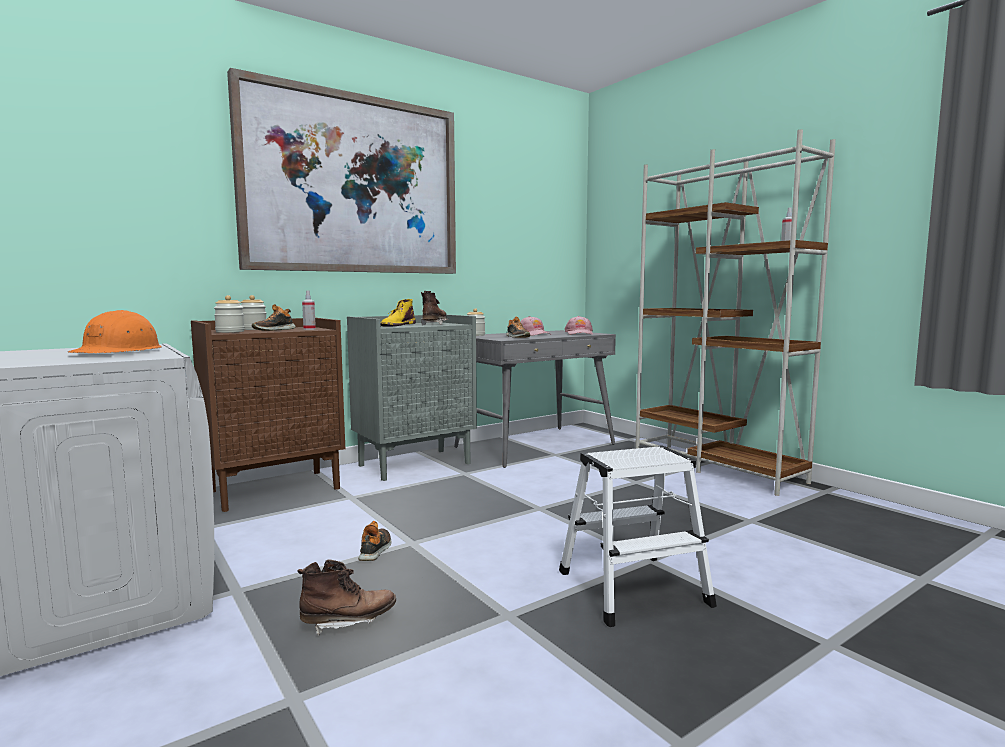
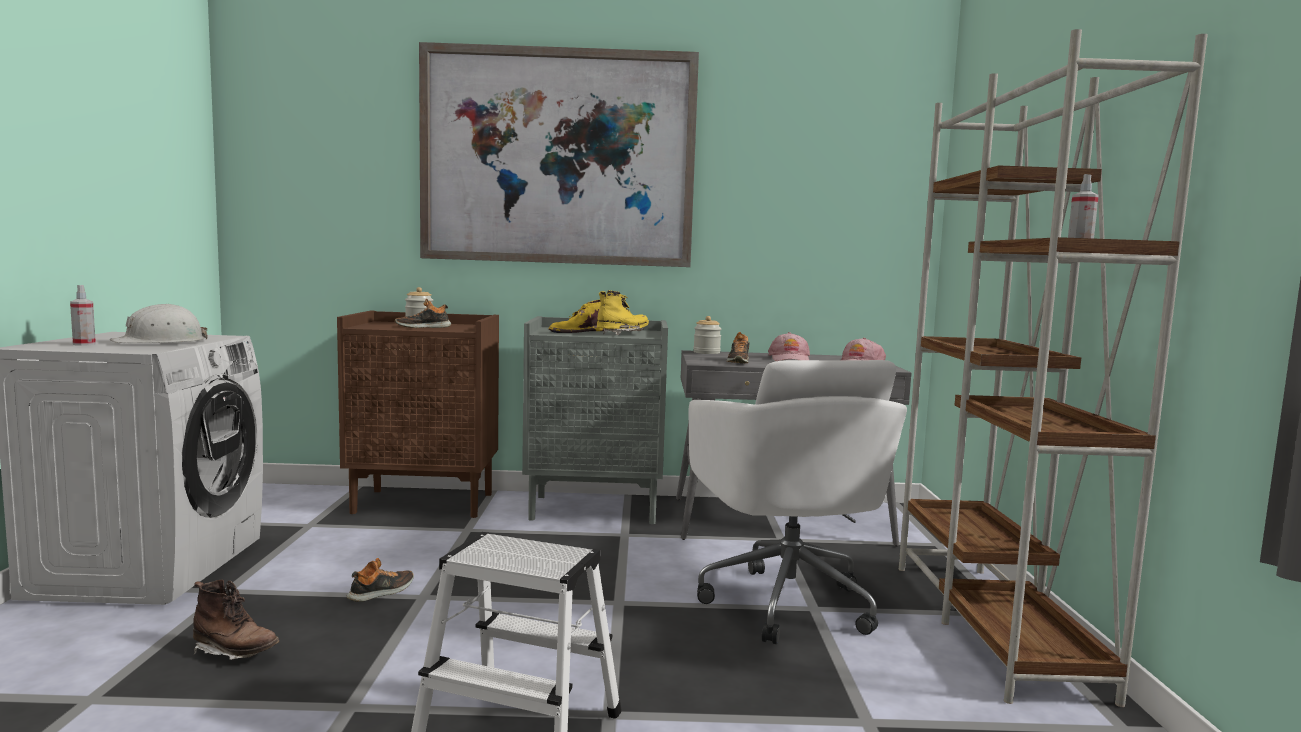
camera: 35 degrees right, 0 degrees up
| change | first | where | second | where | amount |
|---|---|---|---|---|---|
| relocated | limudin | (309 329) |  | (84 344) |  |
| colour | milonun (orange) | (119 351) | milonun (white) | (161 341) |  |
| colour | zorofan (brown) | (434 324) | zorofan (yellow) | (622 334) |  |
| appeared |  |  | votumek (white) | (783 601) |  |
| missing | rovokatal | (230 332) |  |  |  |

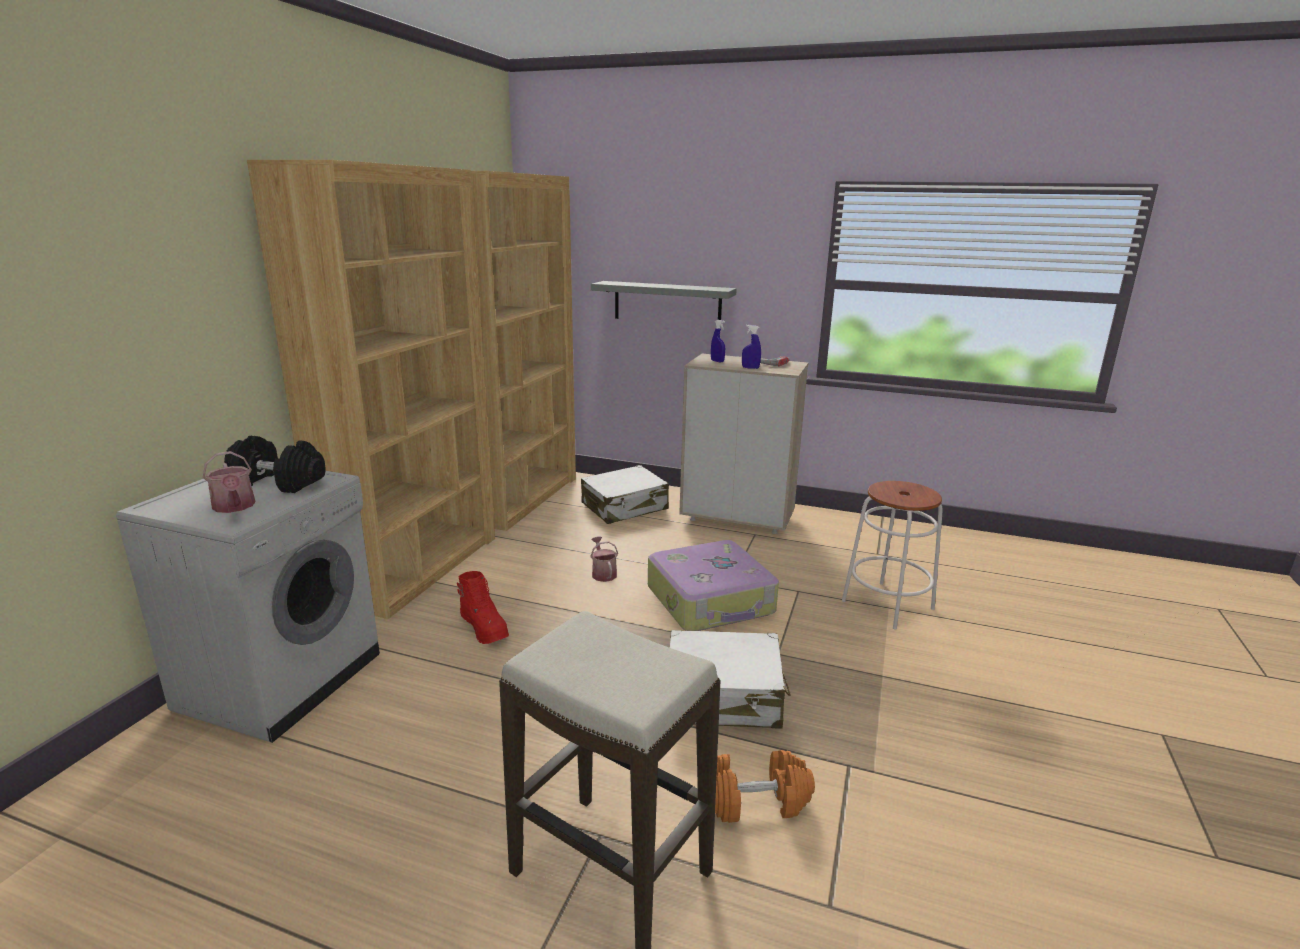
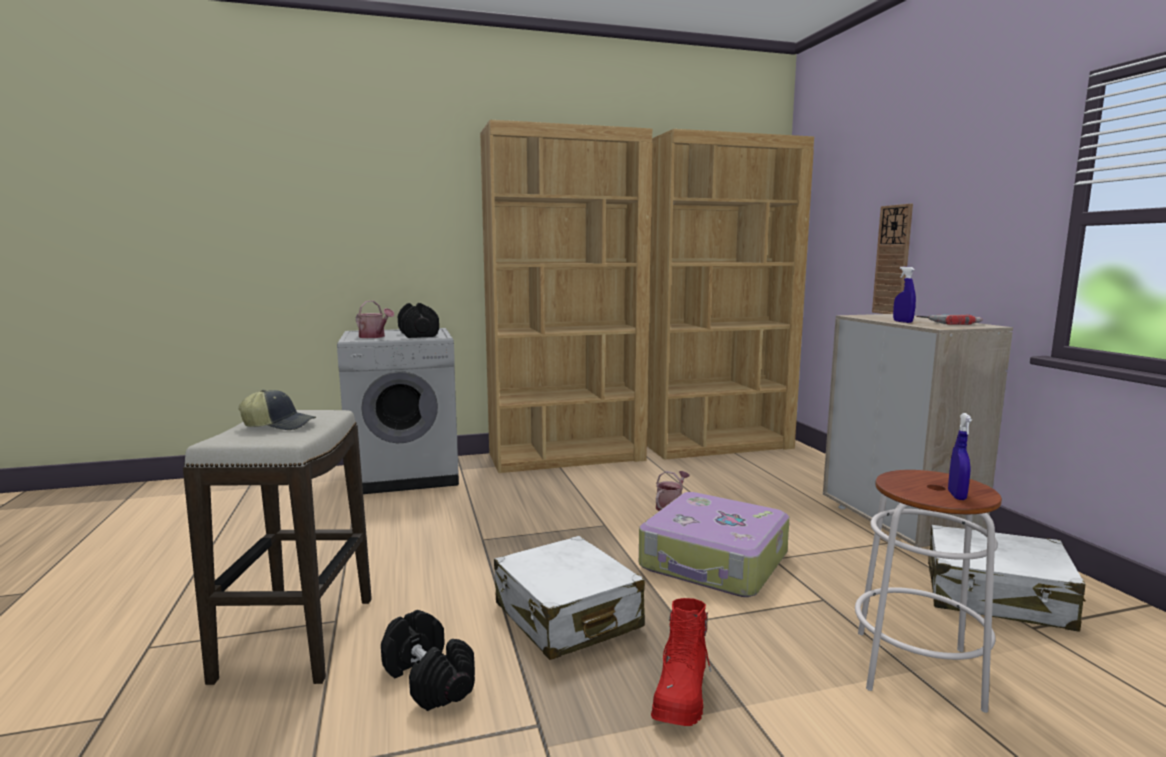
camera: 55 degrees right, 10 degrees down
| change | first | where | second | where | amount |
|---|---|---|---|---|---|
| appeared |  |  | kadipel | (279 425) |  |
| spun | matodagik | (234 507) |  | (374 337) | 75 degrees counterclockwise |
| colour | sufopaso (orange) | (754 801) | sufopaso (black) | (429 680) |  |
| relocated | zorofan (red) | (485 628) |  | (681 694) |  |
| exchanged | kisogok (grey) | (667 303) | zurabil | (893 260) |  |
| relocated | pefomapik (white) | (625 507) |  | (996 597) |  |
| relocated | limudin (blue) | (717 361) |  | (956 496) |  |

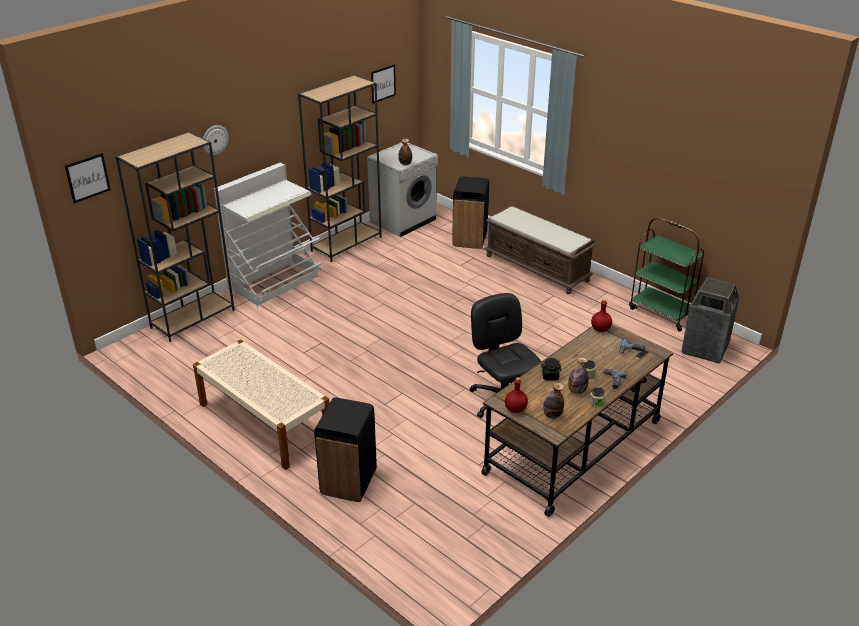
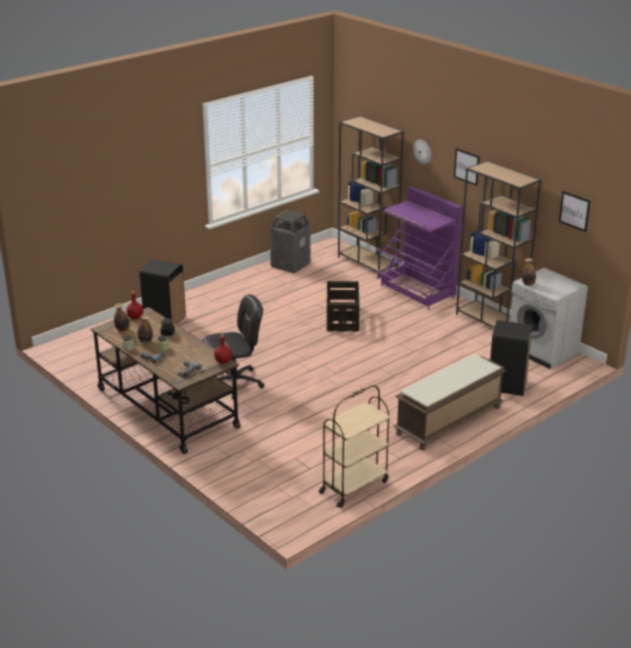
camera: 95 degrees right, 5 degrees down
| change | first | where | second | where | amount |
|---|---|---|---|---|---|
| relocated | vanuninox | (705 348) |  | (290 265) |  |
| colour | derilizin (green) | (661 313) | derilizin (beige) | (355 487) |  |
| appeared |  |  | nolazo | (342 318) |  |
| colour | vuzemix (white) | (277 286) | vuzemix (purple) | (415 292) |  |
| relocated | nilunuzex | (87 178) |  | (466 166) |  |
| missing | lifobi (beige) | (264 422) |  |  |  |

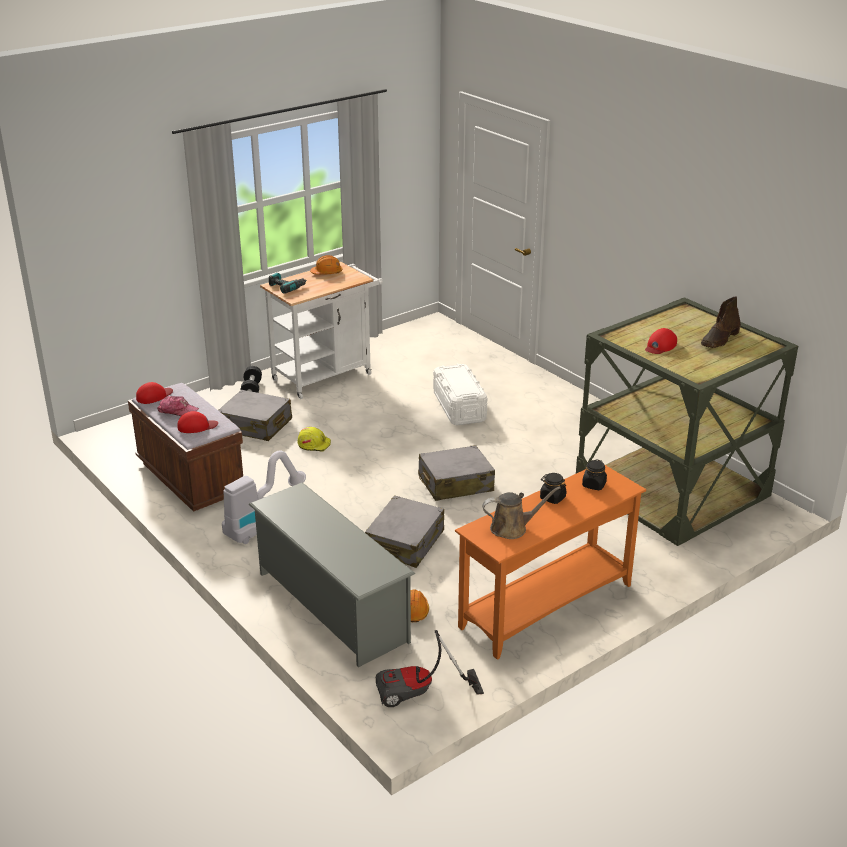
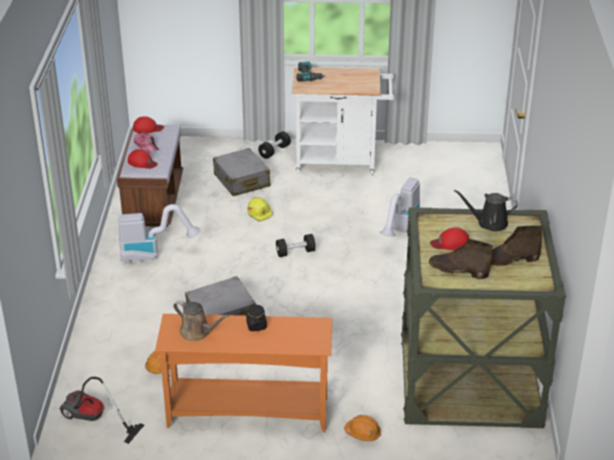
camera: 40 degrees right, 5 degrees up
| change | first | where | second | where | amount |
|---|---|---|---|---|---|
| appeared |  |  | sufopaso (black) | (295 252) |  |
| relocated | milonun (orange) | (327 273) |  | (363 433) |  |
| exchanged | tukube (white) | (459 407) | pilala | (401 231) |  |
| appeared |  |  | zorofan (brown) | (458 270) |  |
| appeared |  |  | matodagik (black) | (489 223) |  |
| missing | vuzemix (grey) | (331 606) |  |  |  |
| missing | pefomapik (grey) | (455 484) |  |  |  |
| missing | rovokatal (black) | (594 485) |  |  |  |

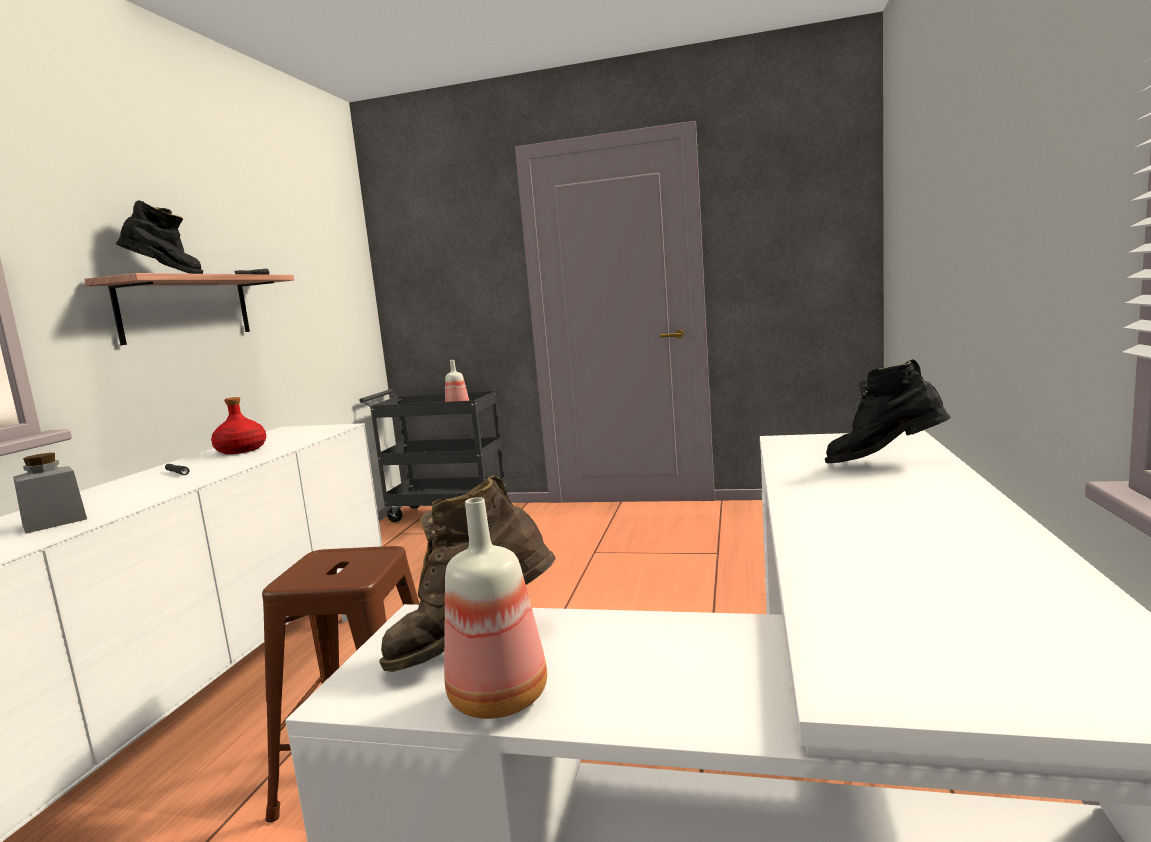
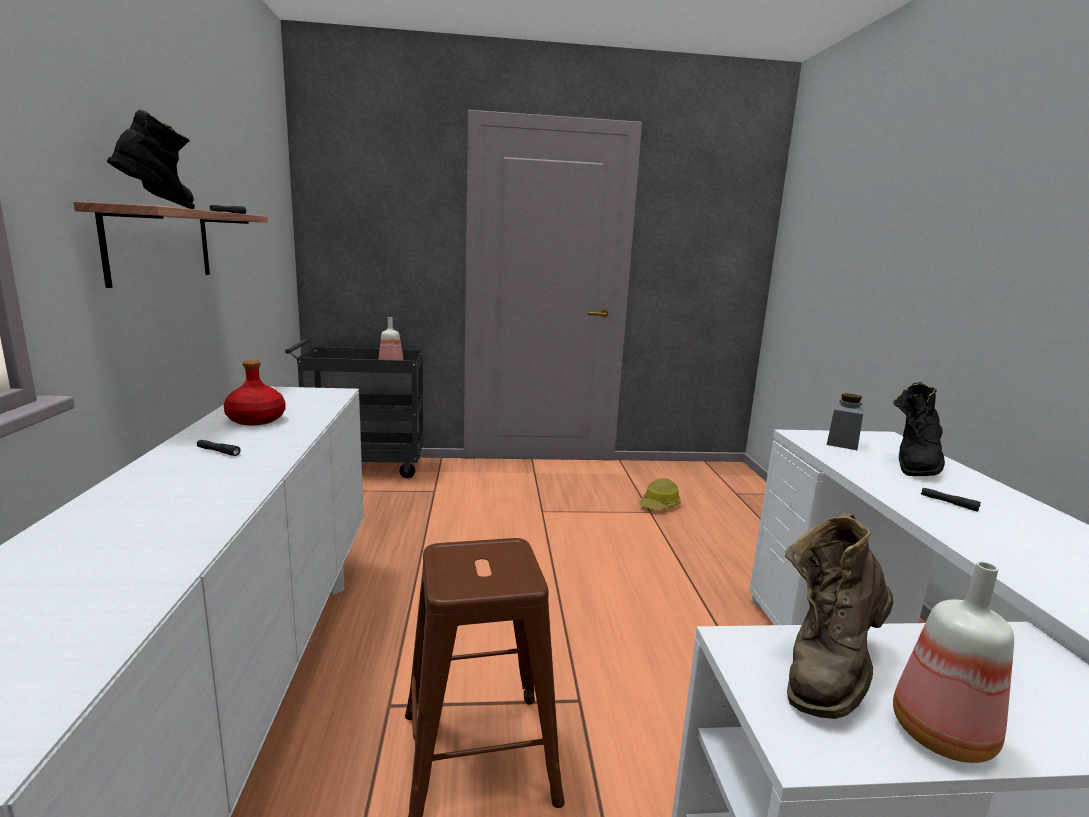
camera: 20 degrees left, 5 degrees up
| change | first | where | second | where | amount |
|---|---|---|---|---|---|
| appeared |  |  | milonun | (659 505) |  |
| relocated | rovokatal (grey) | (55 522) |  | (842 443) |  |
| spun | zorofan (black) | (884 463) |  | (915 465) | 45 degrees counterclockwise |
| appeared |  |  | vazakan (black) | (948 503) |  |

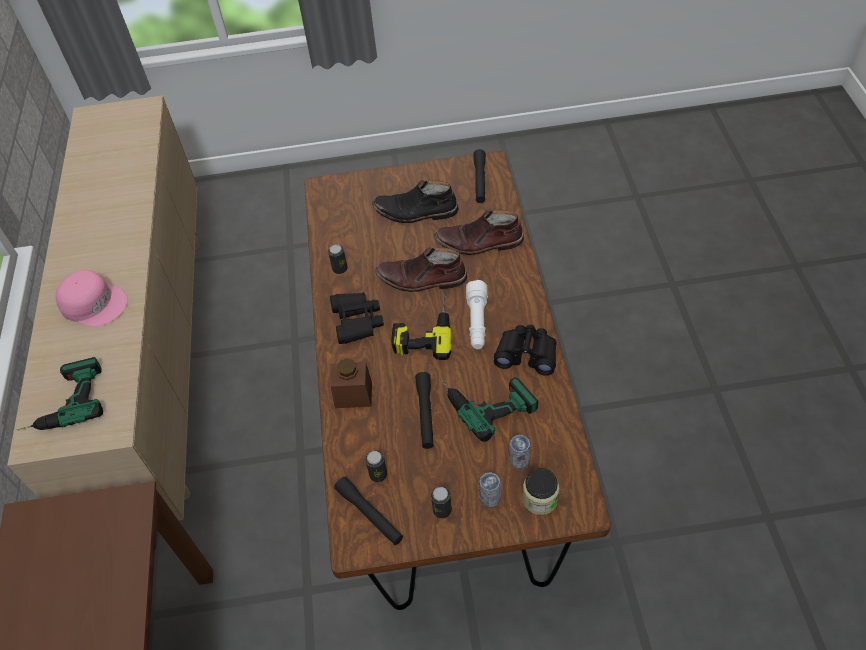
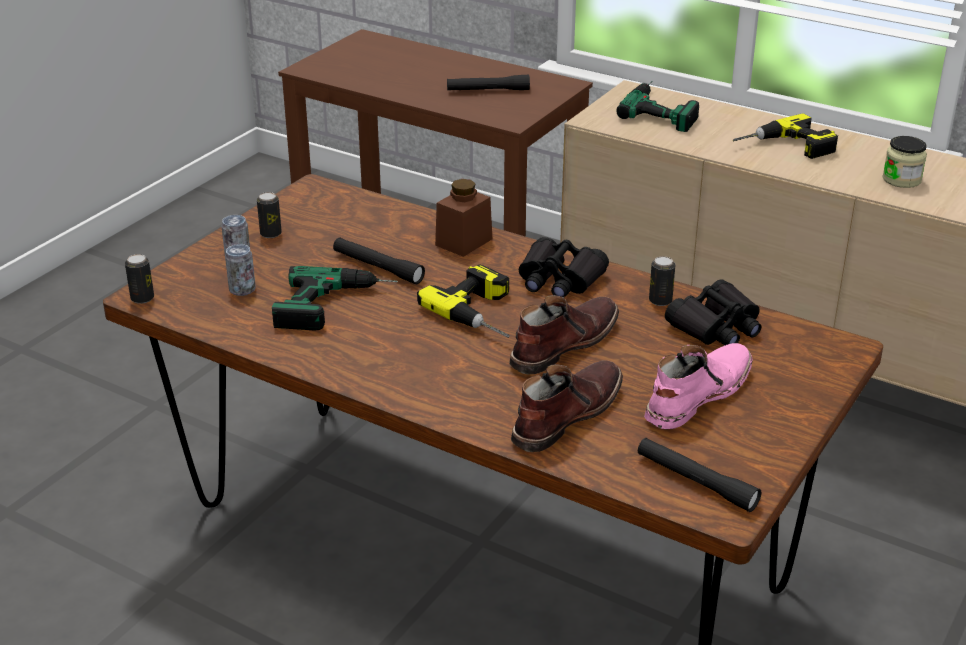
camera: 125 degrees right, 20 degrees down
| change | first | where | second | where | amount |
|---|---|---|---|---|---|
| relocated | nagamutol | (378 474) |  | (142 298) |  |
| relocated | vazakan (black) | (369 514) |  | (488 90) |  |
| colour | zorofan (black) | (415 212) | zorofan (pink) | (696 395) |  |
| relocated | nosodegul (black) | (527 354) |  | (716 327) |  |
| exchanged | kadipel (pink) | (94 303) | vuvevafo | (785 147) |  |
| relocated | rovokatal | (540 499) |  | (901 179) |  |
| missing | vazakan (white) | (477 322) |  |  |  |

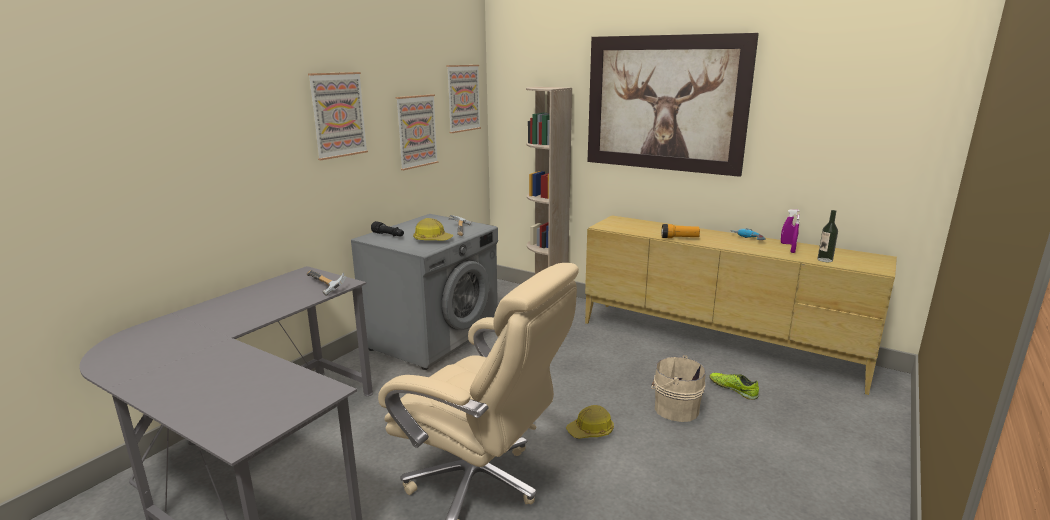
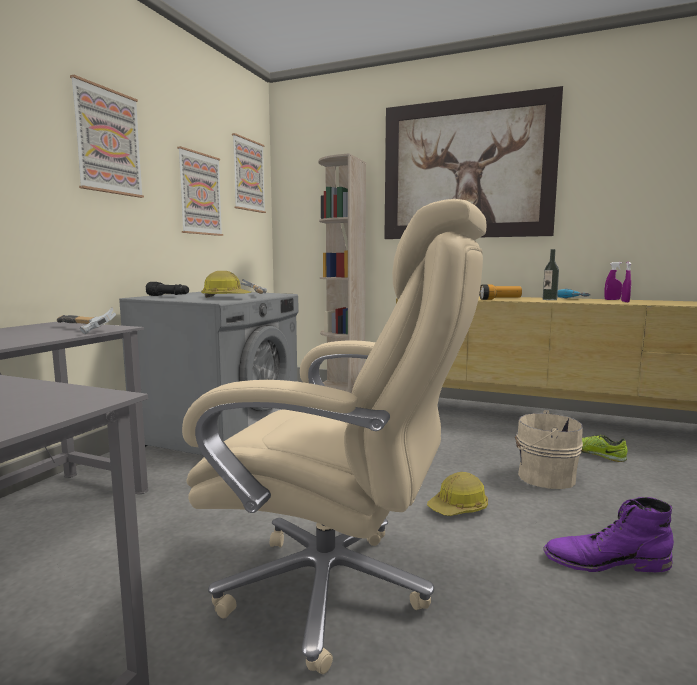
camera: 10 degrees left, 10 degrees down
| change | first | where | second | where | amount |
|---|---|---|---|---|---|
| relocated | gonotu | (825 260) |  | (549 299) |  |
| appeared |  |  | zorofan (purple) | (605 561) |  |

